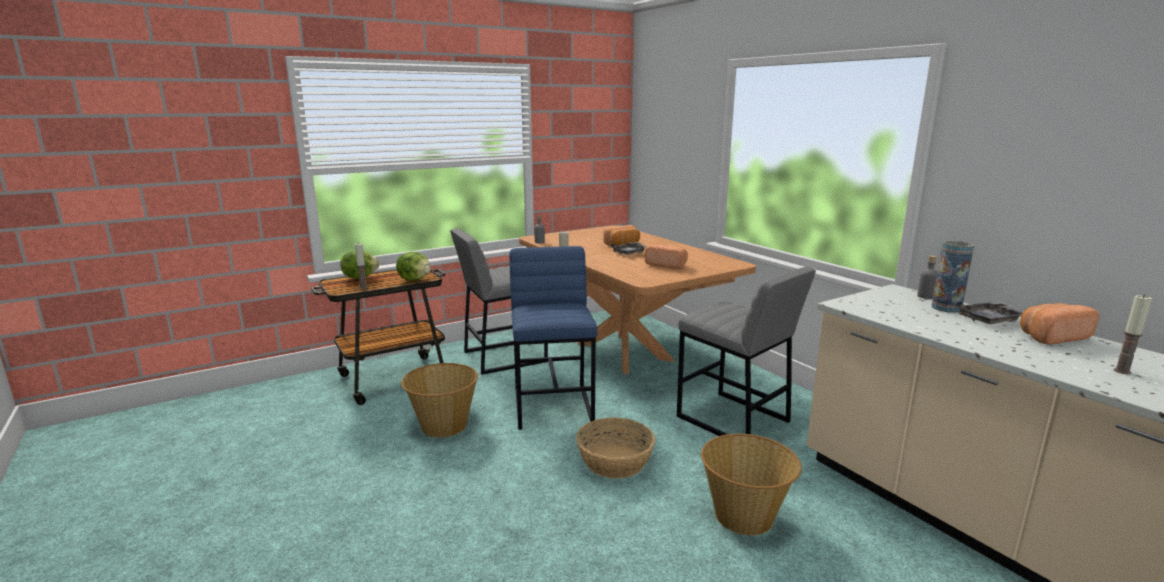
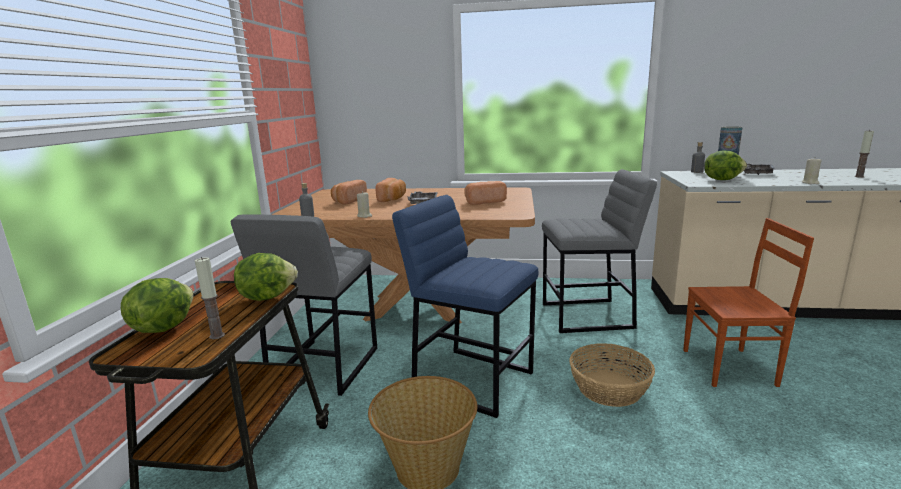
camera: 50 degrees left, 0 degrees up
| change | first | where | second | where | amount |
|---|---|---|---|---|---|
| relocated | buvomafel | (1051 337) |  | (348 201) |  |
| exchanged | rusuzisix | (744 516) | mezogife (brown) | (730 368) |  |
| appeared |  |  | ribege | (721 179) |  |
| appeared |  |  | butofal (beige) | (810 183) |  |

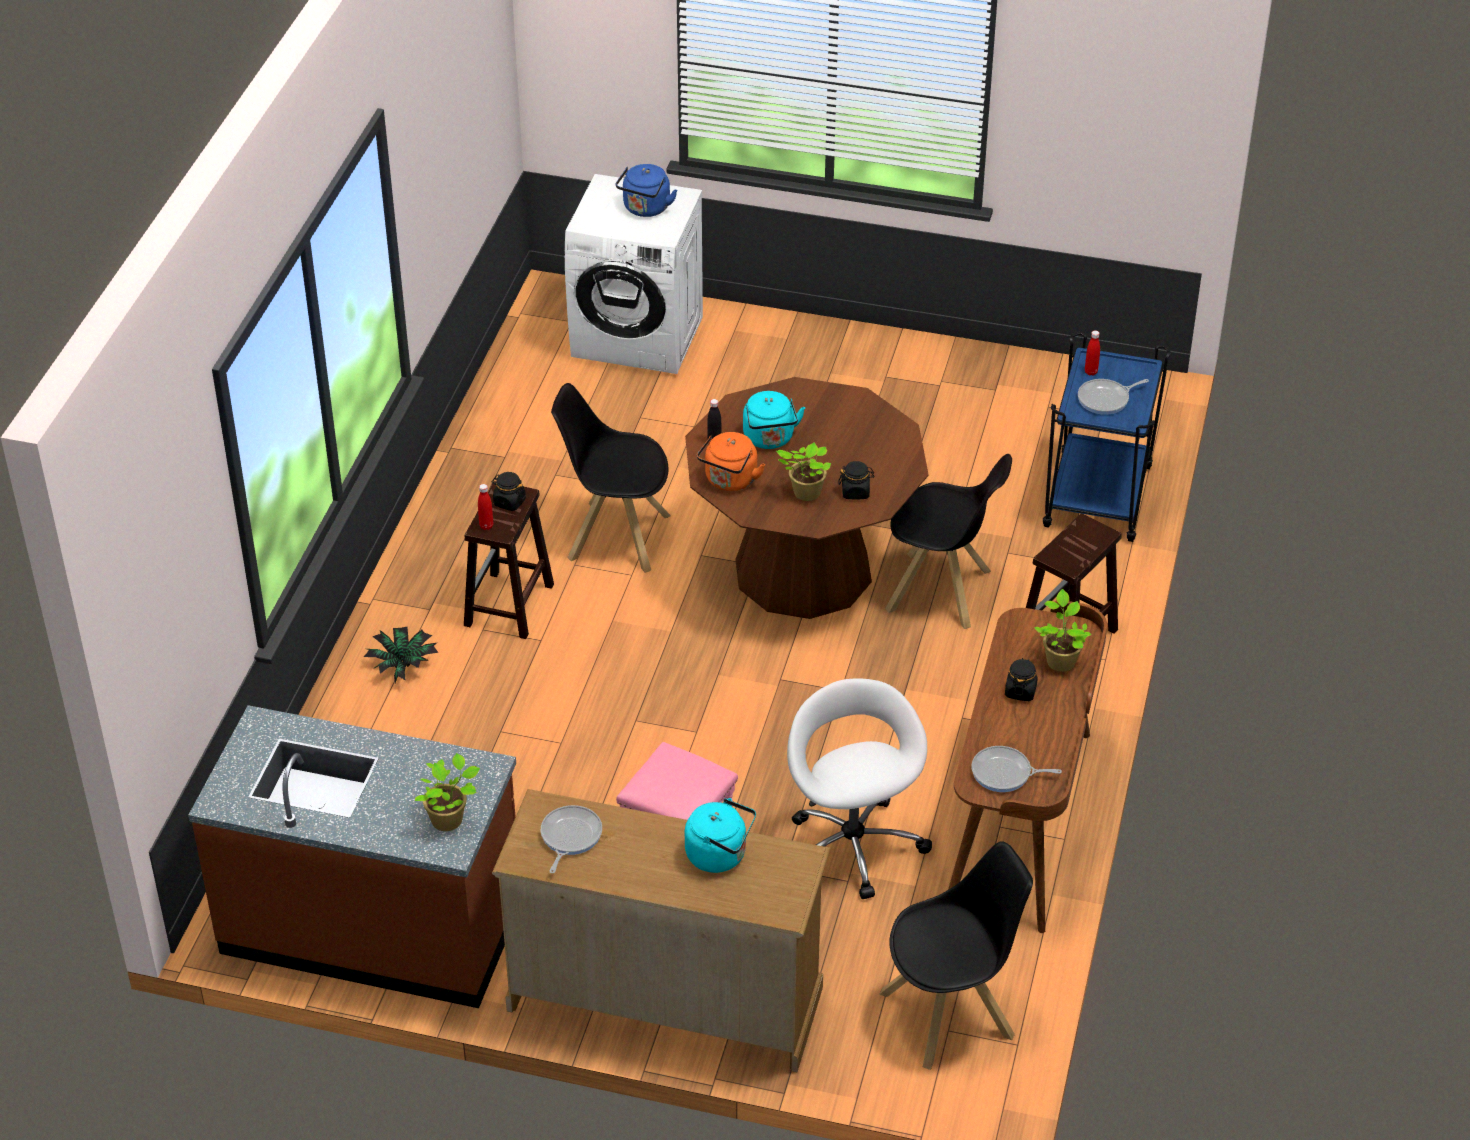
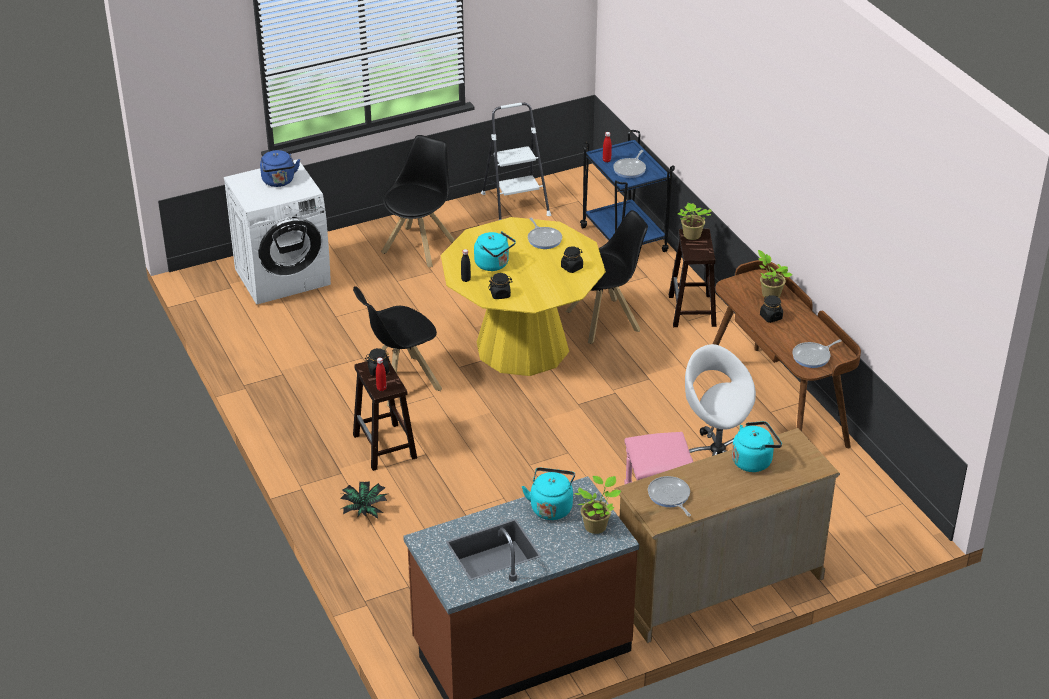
camera: 40 degrees left, 5 degrees down
| change | first | where | second | where | amount |
|---|---|---|---|---|---|
| relocated | mezogife (black) | (950 1013) |  | (420 245) |  |
| colour | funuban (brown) | (803 570) | funuban (yellow) | (522 347) |  |
| appeared |  |  | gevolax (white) | (515 202) |  |
| exchanged | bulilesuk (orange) | (730 481) | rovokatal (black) | (500 294) |  |
| appeared |  |  | bulilesuk (turquoise) | (551 507) |  |
| appeared |  |  | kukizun | (544 239) |  |
| relocated | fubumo | (805 493) |  | (691 236) |  |

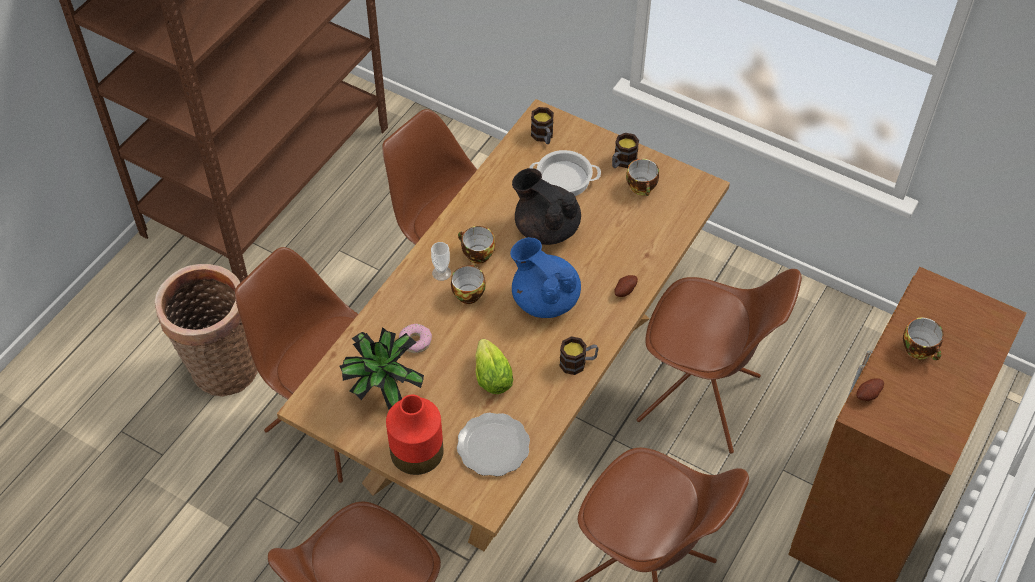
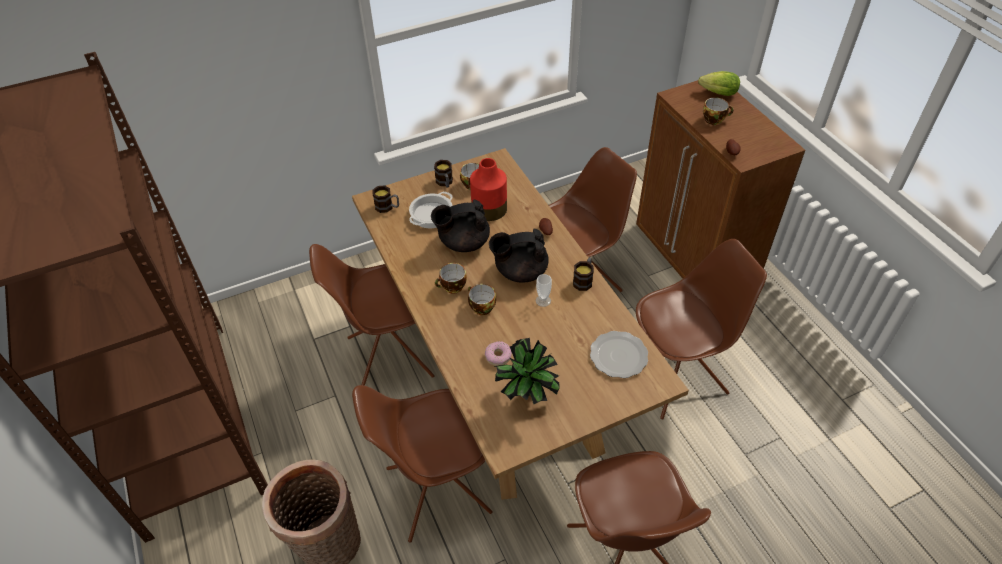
camera: 55 degrees left, 5 degrees down
| change | first | where | second | where | amount |
|---|---|---|---|---|---|
| relocated | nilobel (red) | (416 451) |  | (489 209) |  |
| colour | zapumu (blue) | (544 299) | zapumu (black) | (520 271) |  |
| relocated | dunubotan | (441 273) |  | (543 300) |  |
| relocated | ribege | (491 375) |  | (716 93) |  |

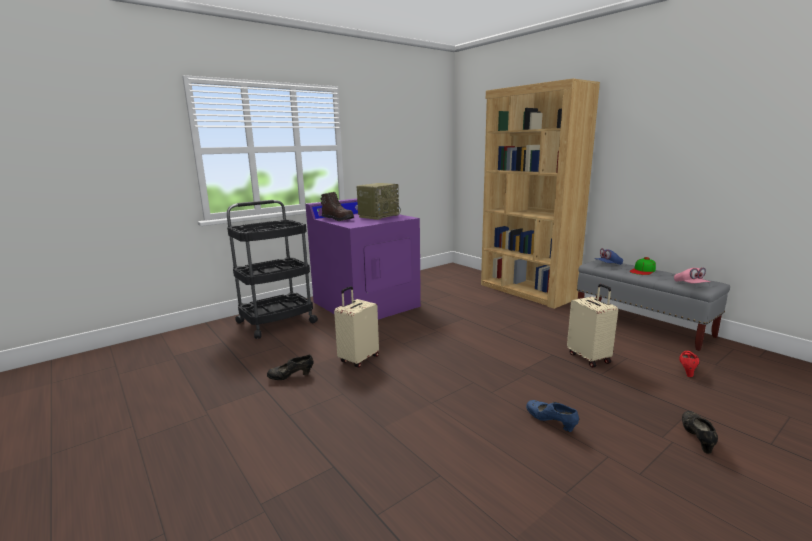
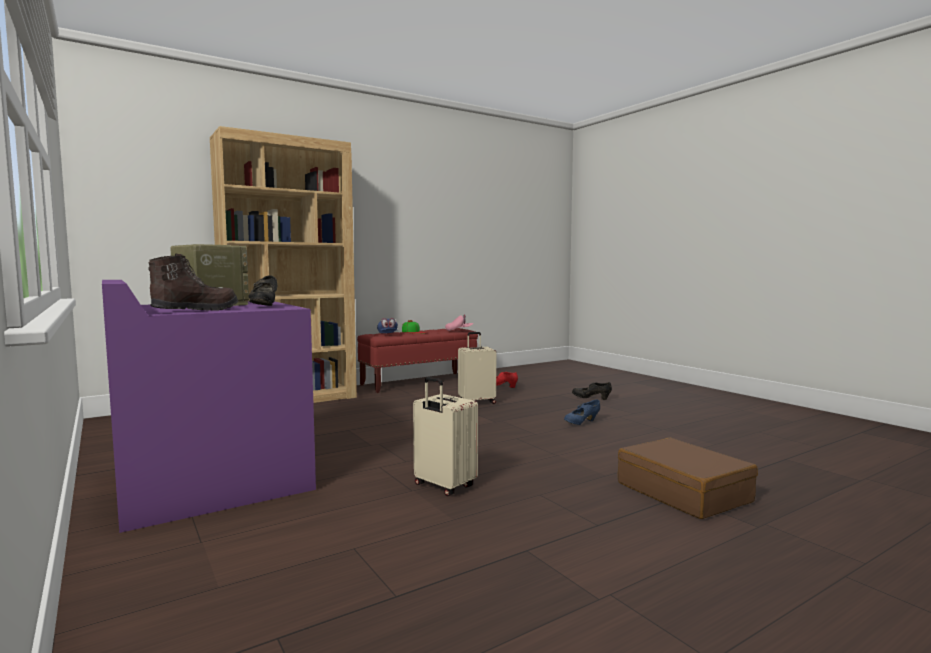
camera: 85 degrees left, 10 degrees down
| change | first | where | second | where | amount |
|---|---|---|---|---|---|
| relocated | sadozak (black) | (291 377) |  | (265 306) |  |
| colour | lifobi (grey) | (641 324) | lifobi (red) | (419 382) |  |
| appeared |  |  | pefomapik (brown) | (684 492) |  |
| missing | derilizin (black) | (277 322) |  |  |  |

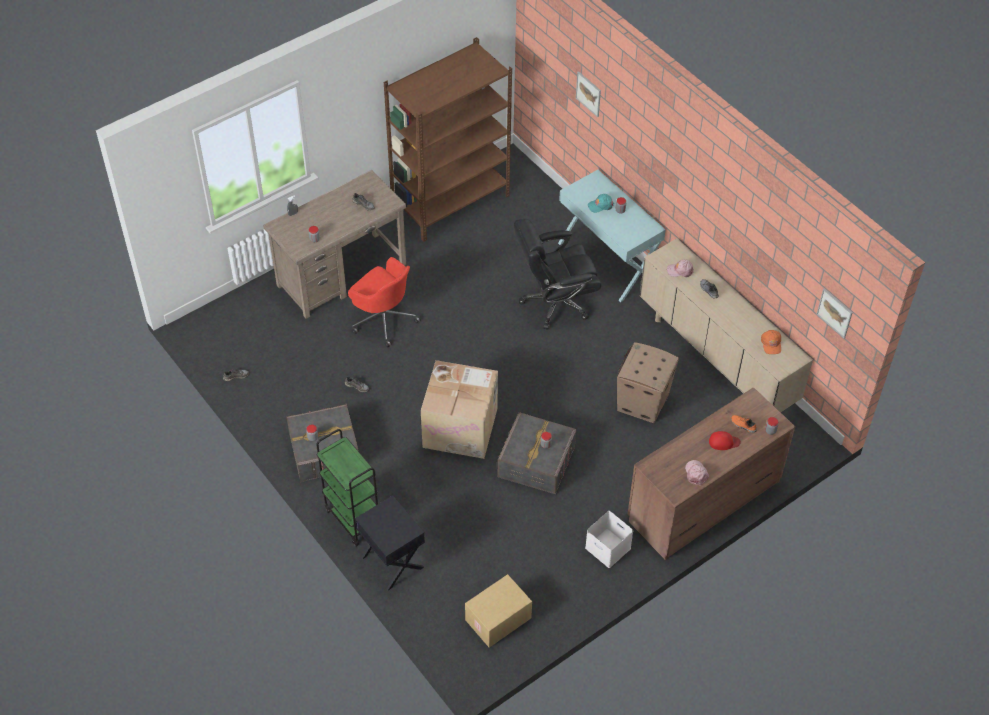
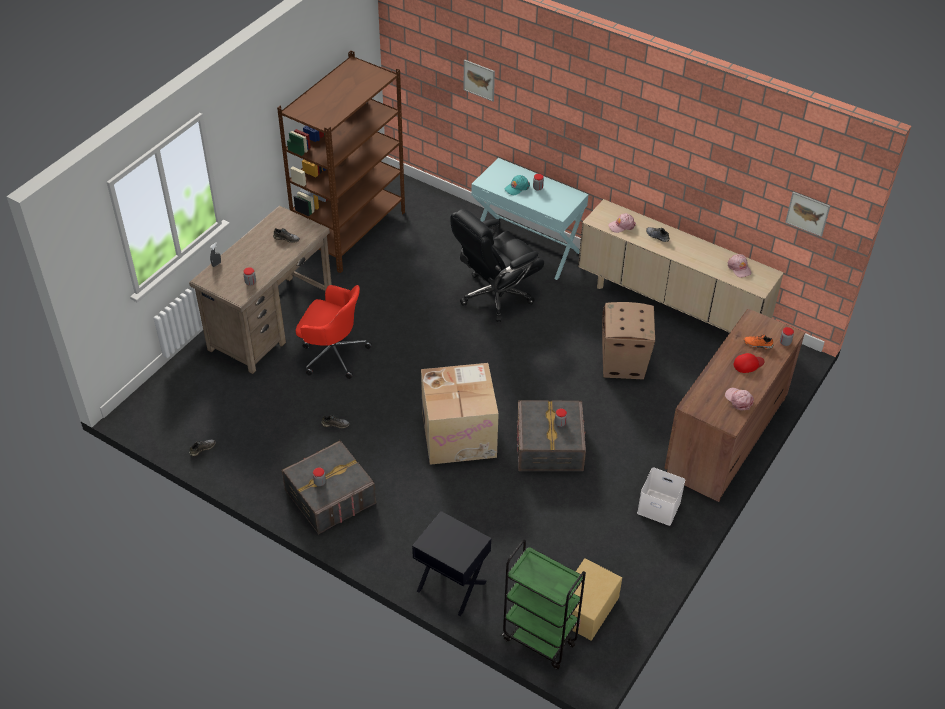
camera: 20 degrees left, 5 degrees down
| change | first | where | second | where | amount |
|---|---|---|---|---|---|
| relocated | derilizin (green) | (351 521) |  | (537 642) |  |
| colour | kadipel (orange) | (771 344) | kadipel (pink) | (739 268) |  |

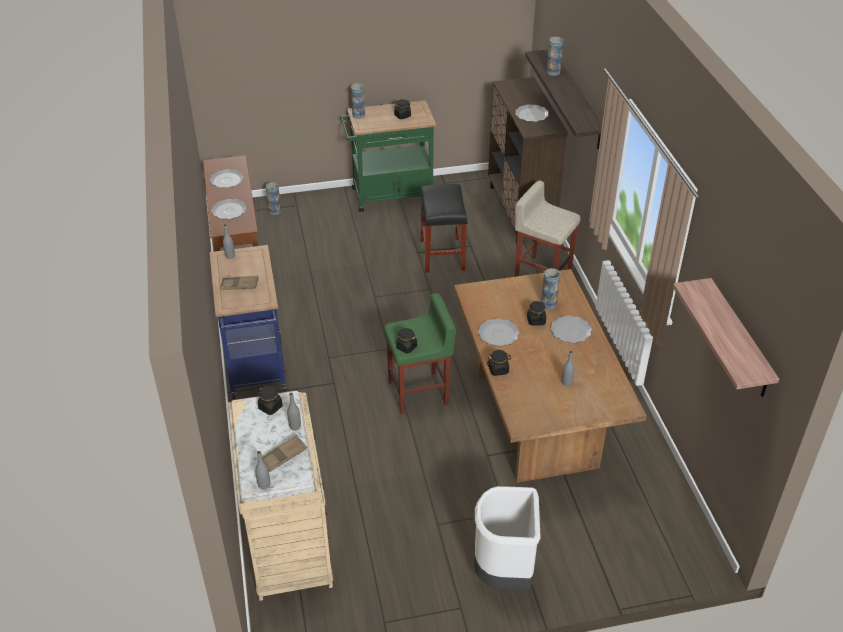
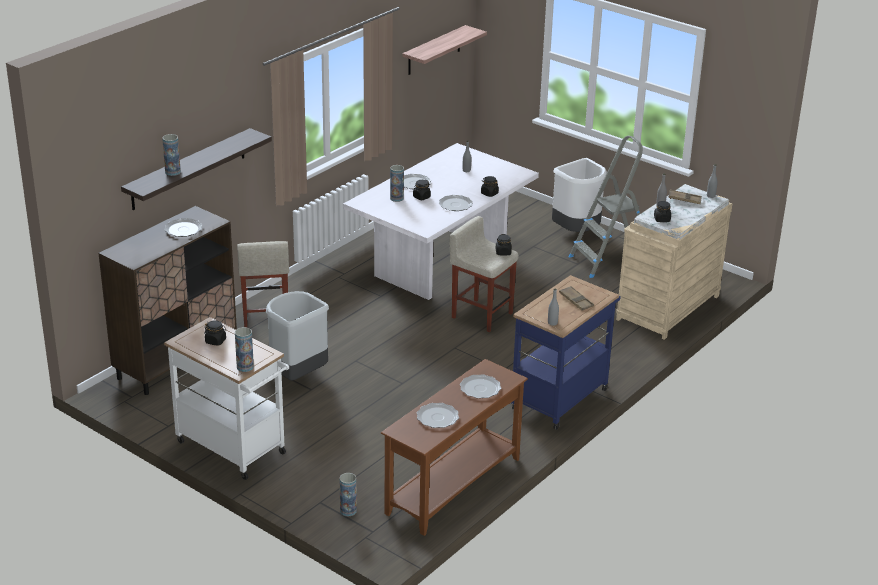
camera: 130 degrees left, 10 degrees down
| change | first | where | second | where | amount |
|---|---|---|---|---|---|
| colour | derilizin (green) | (389 196) | derilizin (white) | (233 449) |  |
| exchanged | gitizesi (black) | (442 254) | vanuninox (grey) | (297 375) |  |
| colour | funuban (brown) | (534 419) | funuban (white) | (441 263) |  |
| colour | gitizesi (green) | (419 393) | gitizesi (beige) | (481 315) |  |
| appeared |  |  | gevolax (grey) | (610 260) |  |

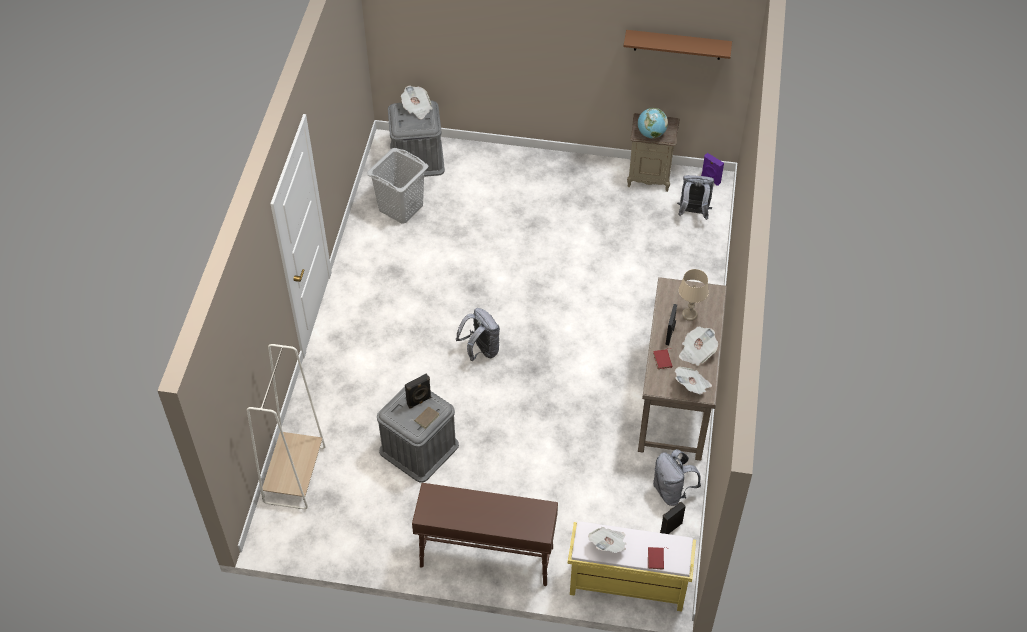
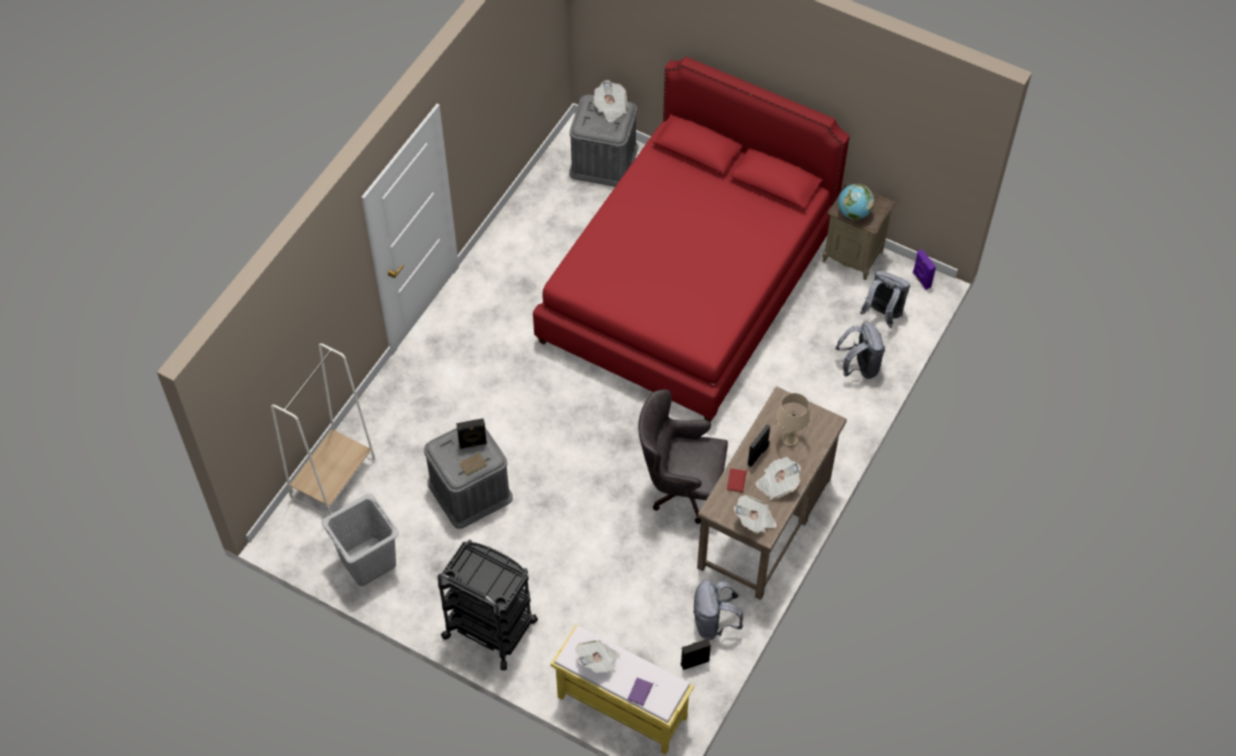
camera: 20 degrees right, 5 degrees up
| change | first | where | second | where | amount |
|---|---|---|---|---|---|
| relocated | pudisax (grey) | (400 208) |  | (367 561) |  |
| exchanged | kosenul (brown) | (486 556) | derilizin (black) | (490 628) |  |
| appeared |  |  | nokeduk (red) | (687 285) |  |
| colour | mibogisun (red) | (656 559) | mibogisun (purple) | (641 692) |  |
| appeared |  |  | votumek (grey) | (681 490) |  |
| relocated | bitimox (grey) | (481 350) |  | (859 367) |  |
| missing | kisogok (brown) | (677 45) |  |  |  |

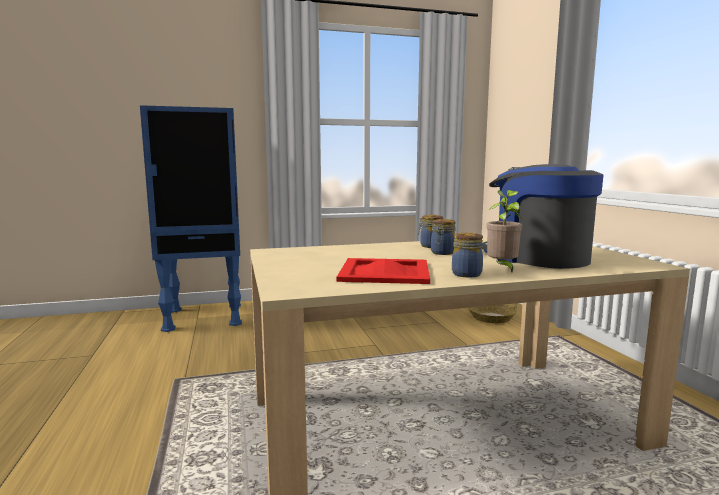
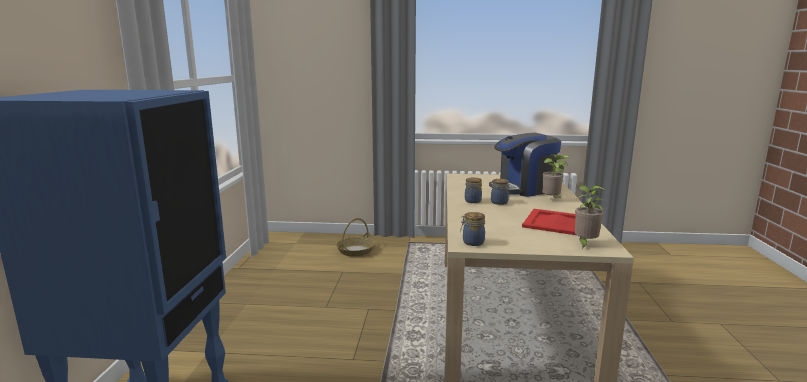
camera: 70 degrees left, 5 degrees up
| change | first | where | second | where | amount |
|---|---|---|---|---|---|
| relocated | rovokatal | (466 274) |  | (472 242) |  |
| appeared |  |  | fubumo | (585 244) |  |

